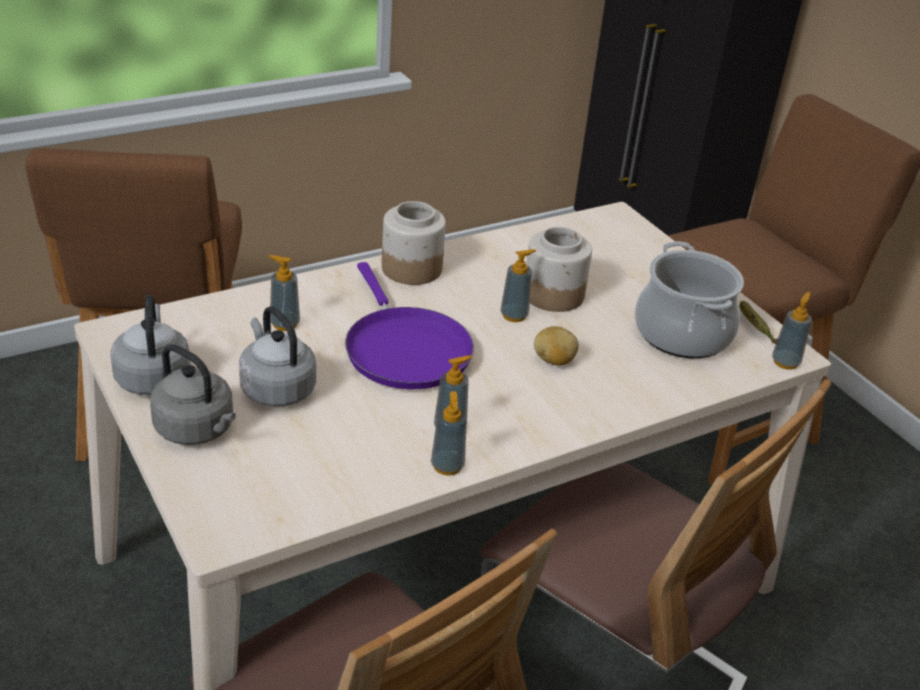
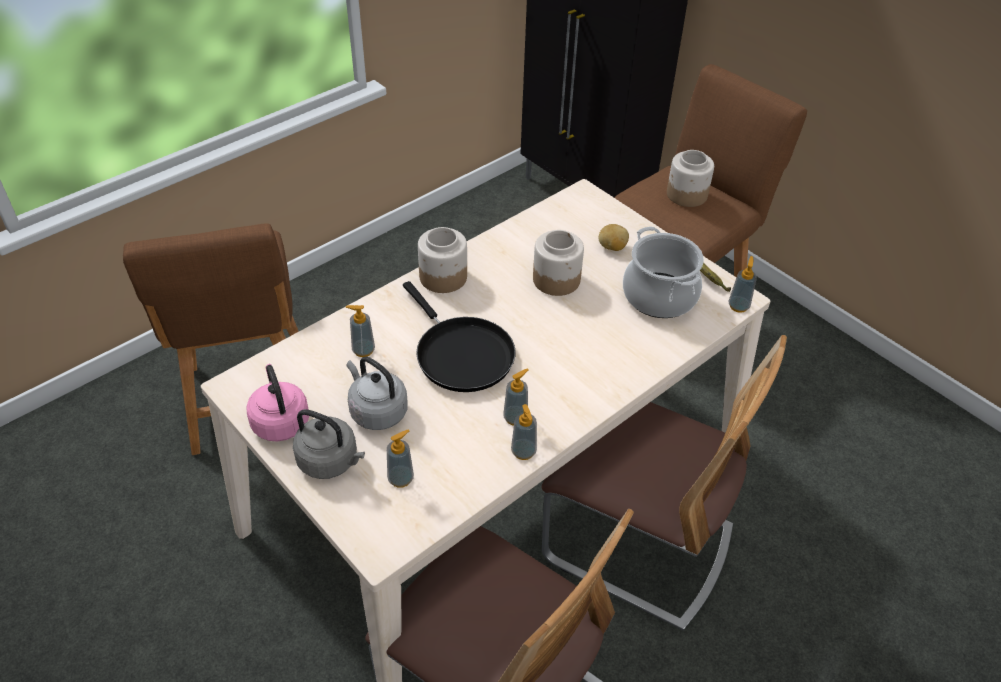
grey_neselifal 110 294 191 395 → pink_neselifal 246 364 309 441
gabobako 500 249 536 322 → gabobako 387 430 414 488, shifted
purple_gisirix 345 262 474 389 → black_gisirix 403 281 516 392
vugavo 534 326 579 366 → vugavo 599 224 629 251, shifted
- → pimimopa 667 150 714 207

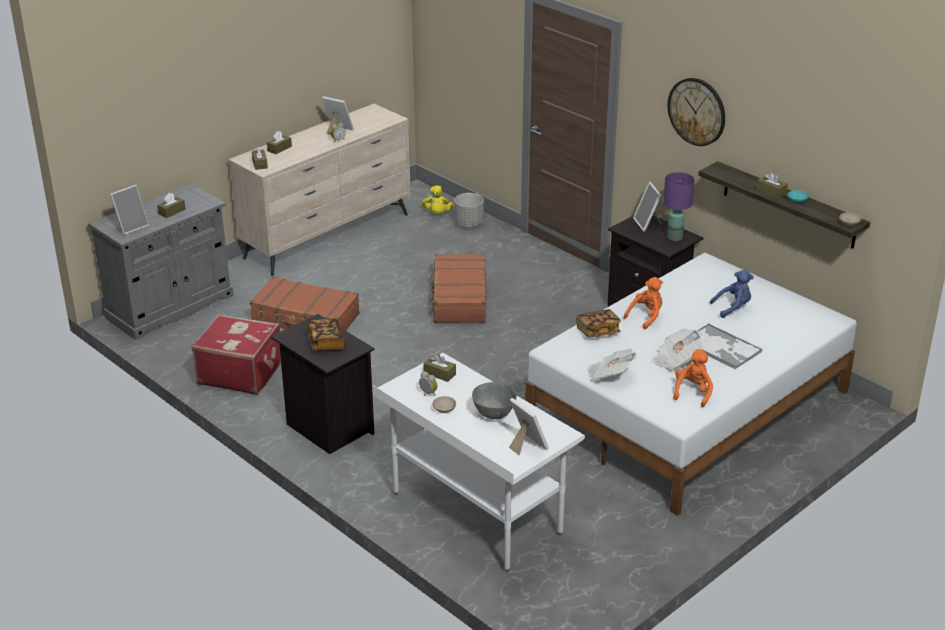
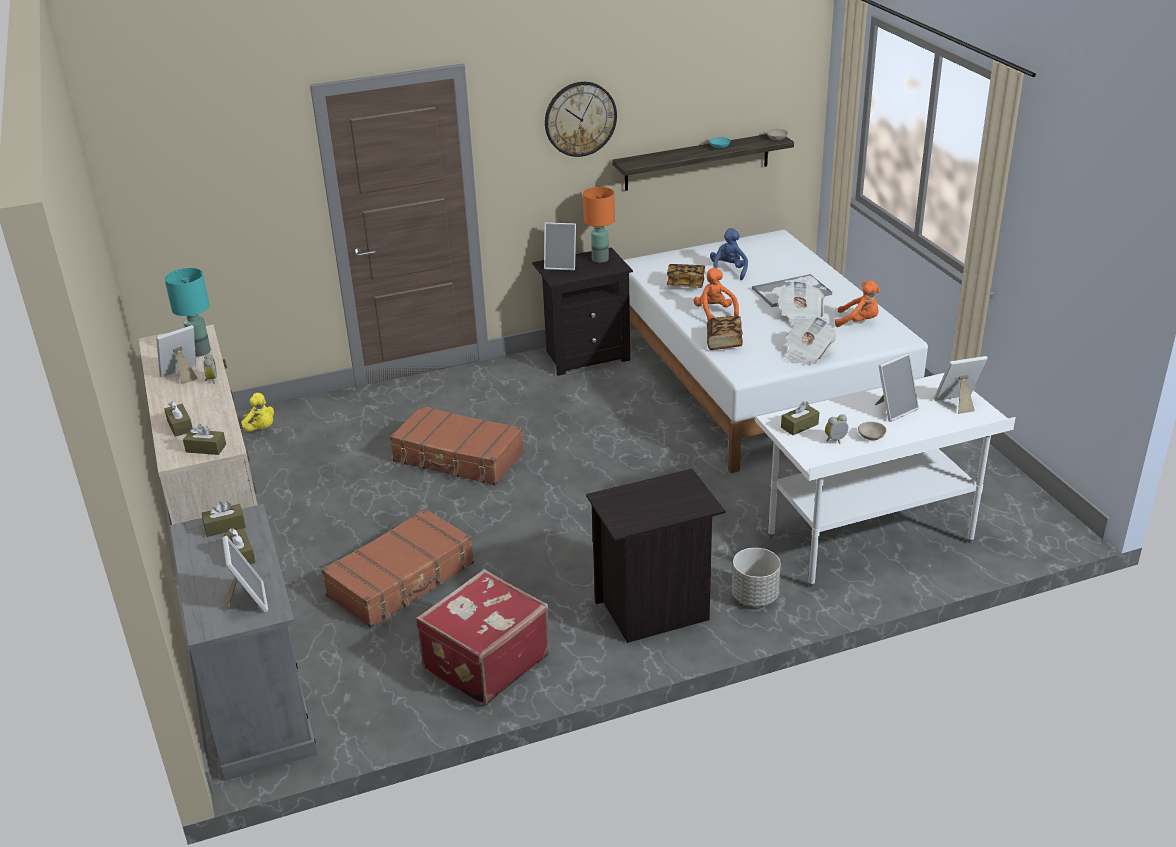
- → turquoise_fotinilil 164 268 211 356
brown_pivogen 757 172 788 199 → brown_pivogen 202 501 246 537, shifted
purple_fotinilil 663 172 694 241 → orange_fotinilil 583 187 615 263
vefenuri 308 319 346 351 → vefenuri 667 264 705 288, shifted
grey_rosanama 454 193 484 227 → grey_rosanama 732 548 781 606, shifted
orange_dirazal 673 349 713 407 → orange_dirazal 835 281 881 327, 150 degrees clockwise
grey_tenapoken 472 382 517 419 → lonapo 875 353 919 422

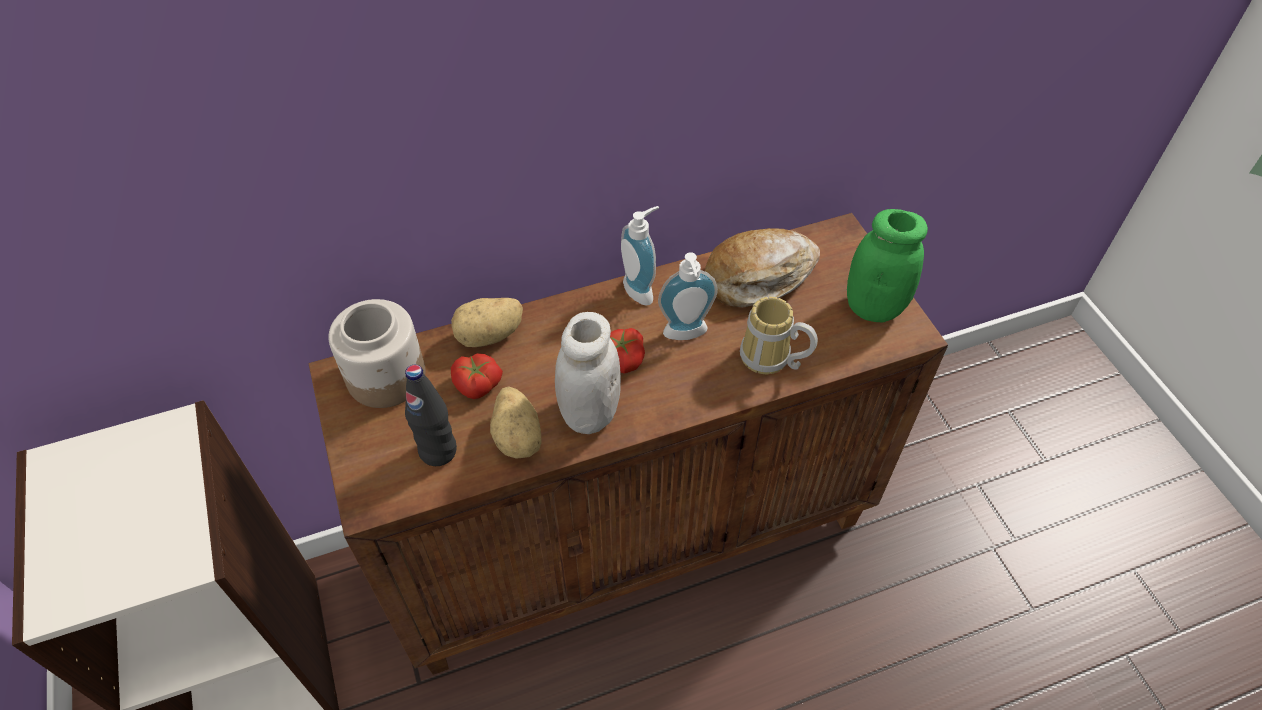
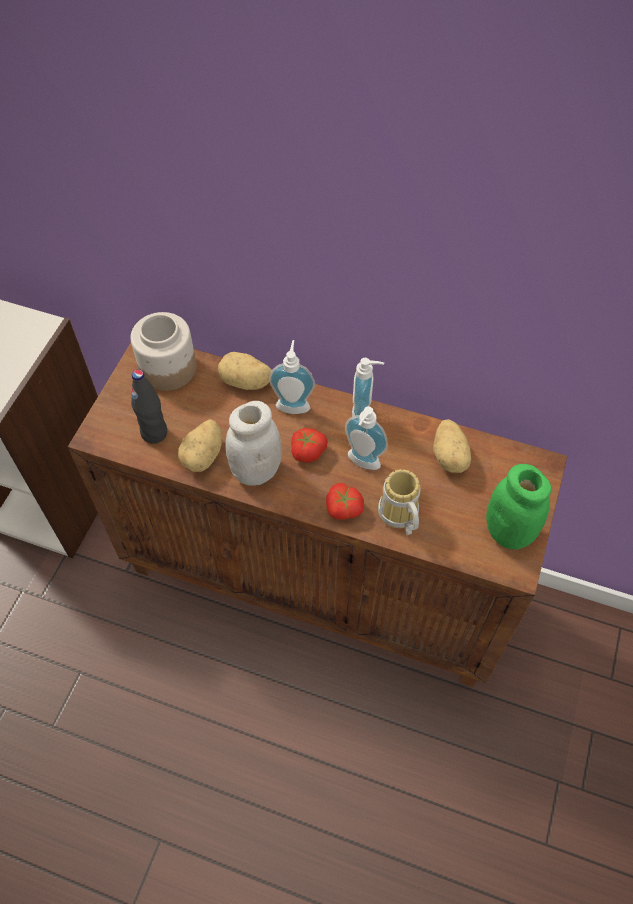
- → gabobako 269 340 315 414
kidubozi 451 353 503 399 → kidubozi 326 483 364 520, shifted
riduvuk 705 228 820 308 → vugavo 433 419 471 473

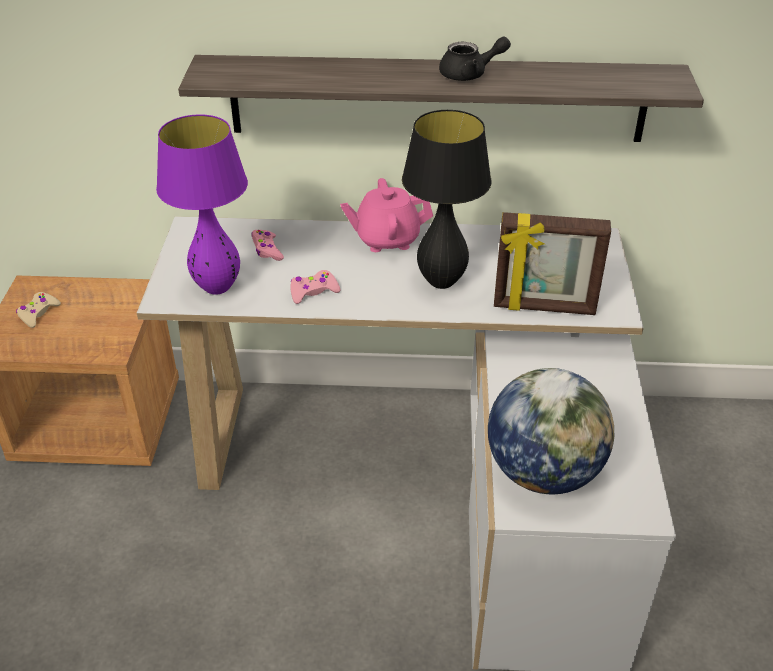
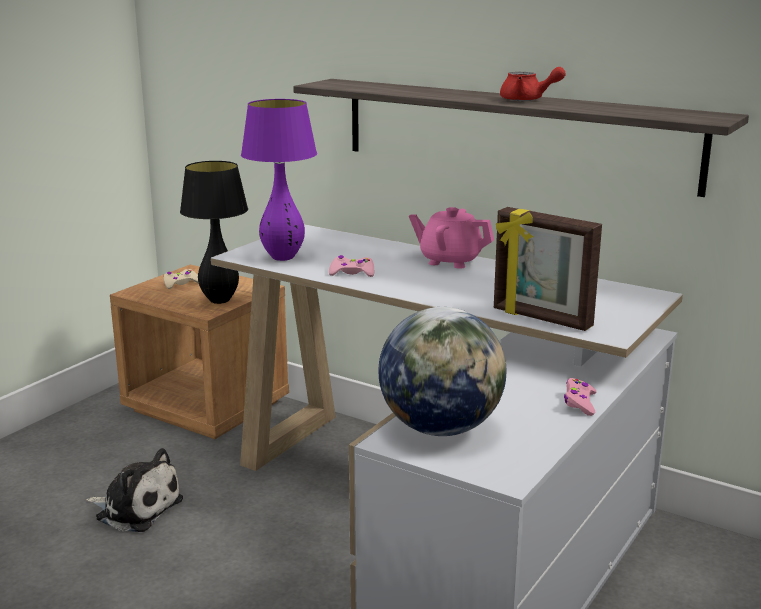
- → dirazal 86 448 183 532
black_fotinilil 402 110 492 289 → black_fotinilil 180 161 248 304, shifted
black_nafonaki 439 36 511 81 → red_nafonaki 500 67 566 101
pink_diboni 252 230 284 261 → pink_diboni 564 378 597 416, shifted

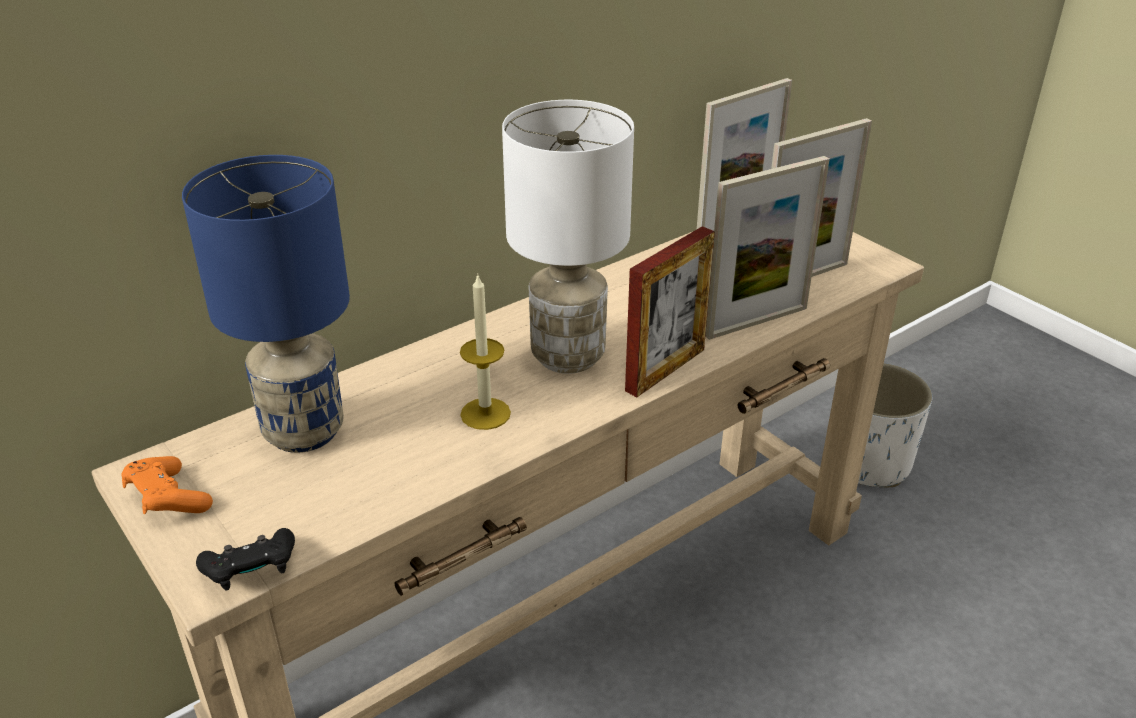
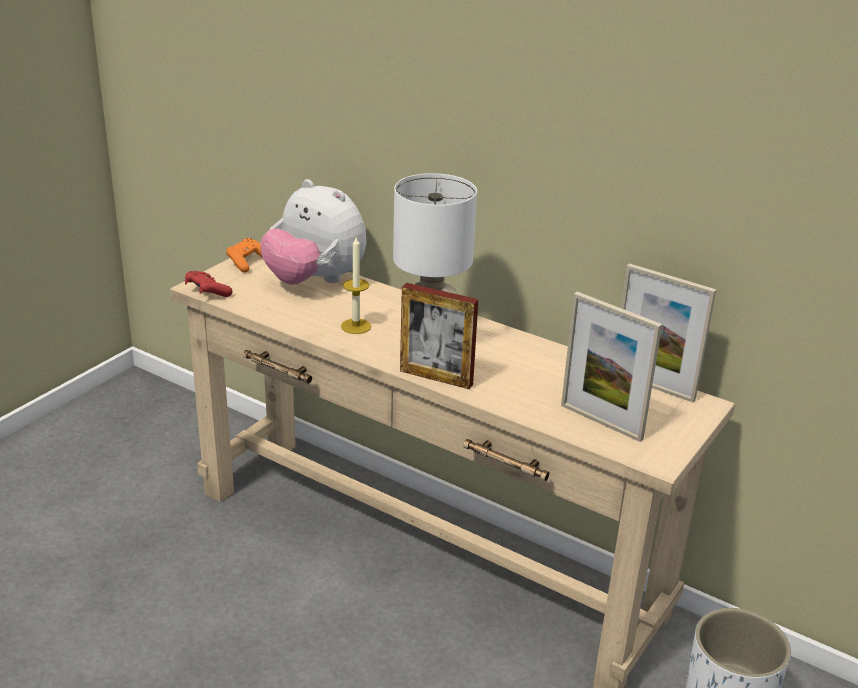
black_diboni 196 528 295 591 → red_diboni 185 271 232 297
blue_fotinilil 182 155 350 453 → dirazal 260 179 366 285
lonapo 705 156 830 340 → -

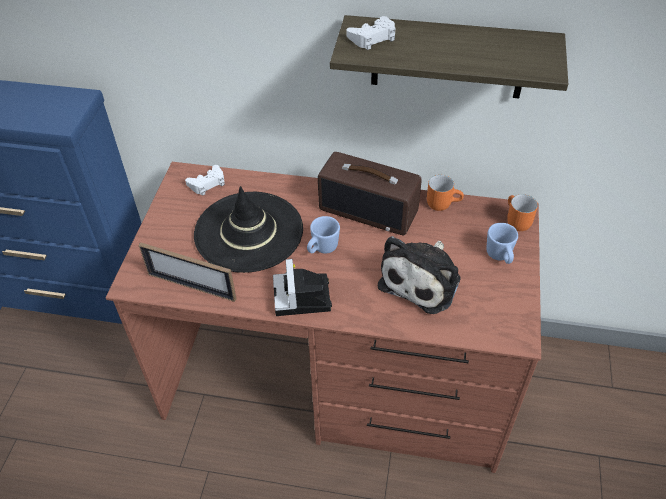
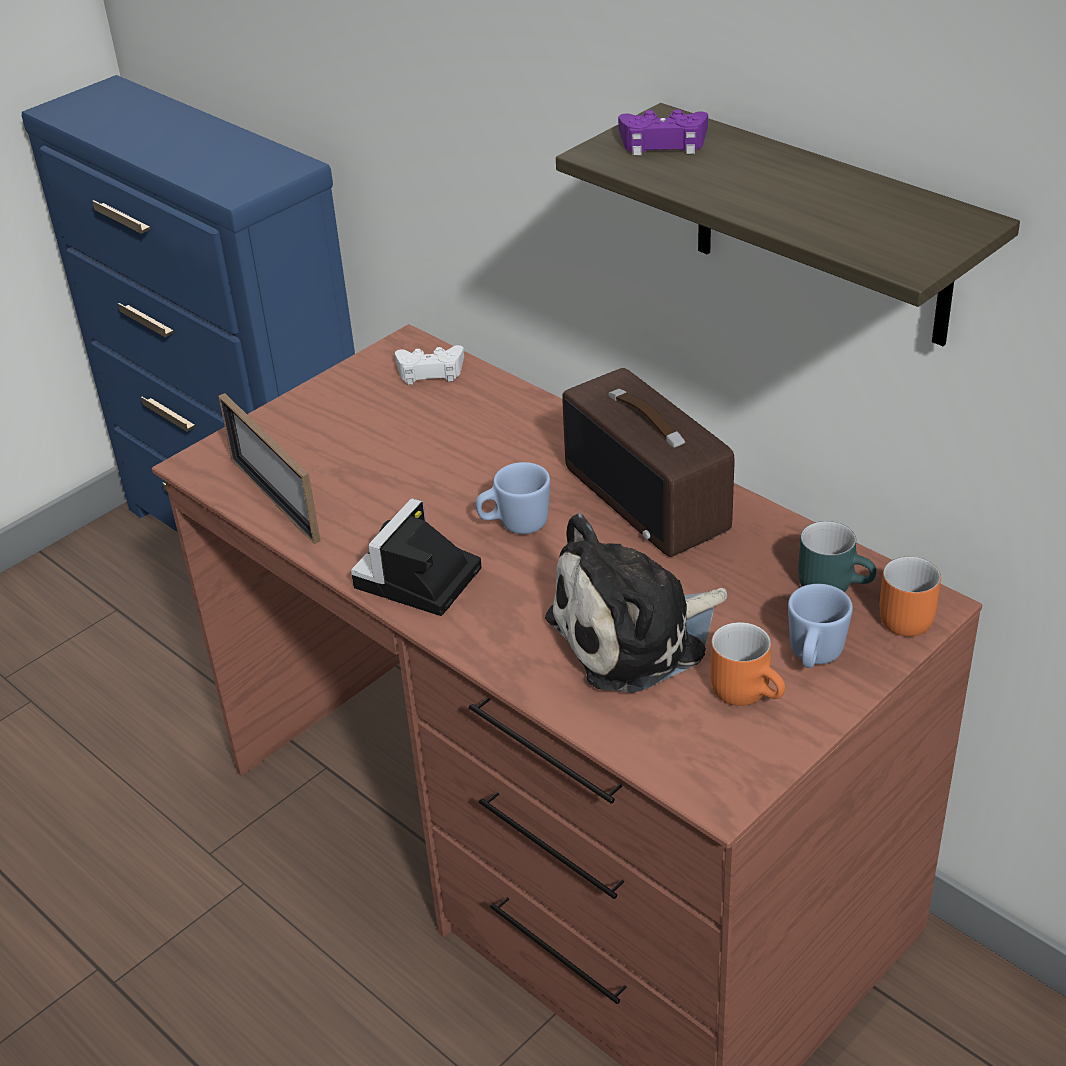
white_diboni 346 16 396 50 → purple_diboni 618 109 708 156
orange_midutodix 427 175 464 211 → orange_midutodix 711 622 785 706, shifted
- → turquoise_midutodix 798 521 876 592
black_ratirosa 194 186 303 273 → -

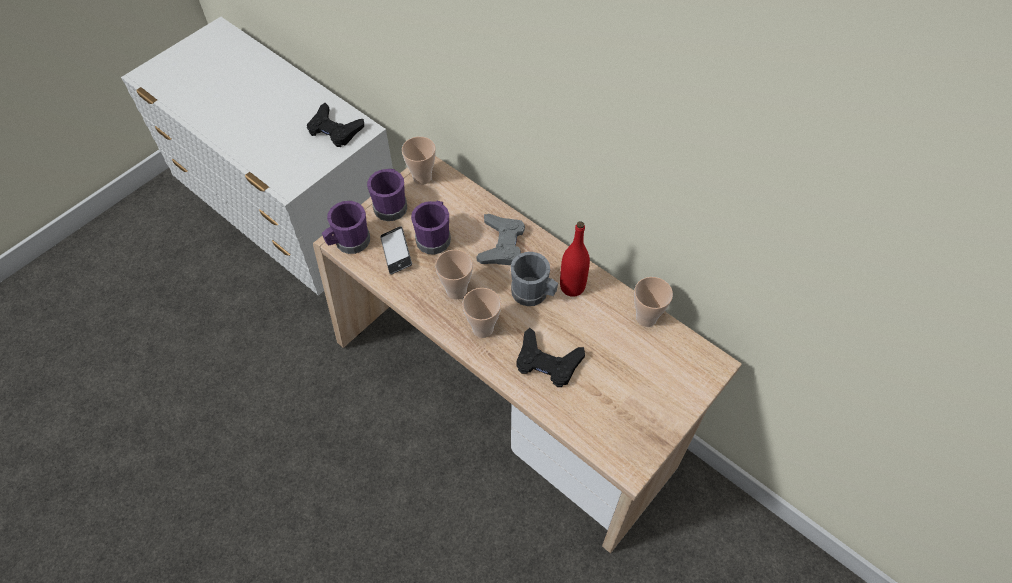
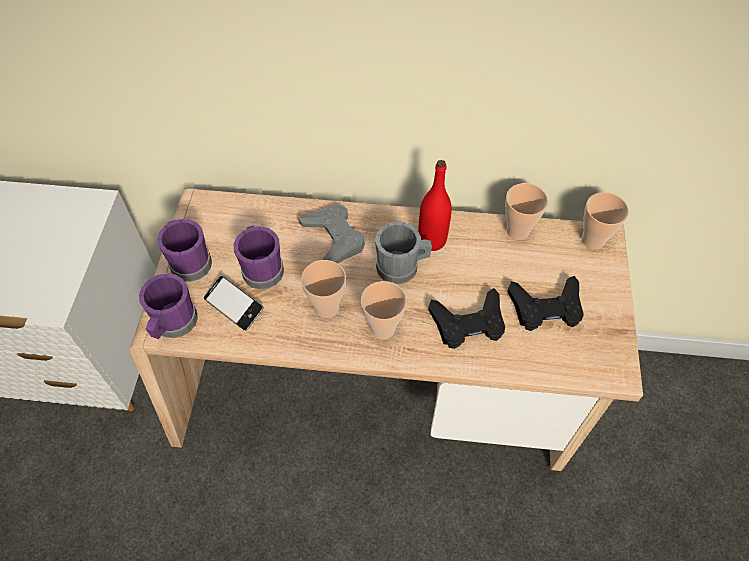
black_diboni 307 103 364 147 → black_diboni 507 276 583 331, shifted
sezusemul 402 137 436 185 → sezusemul 582 192 629 249, shifted

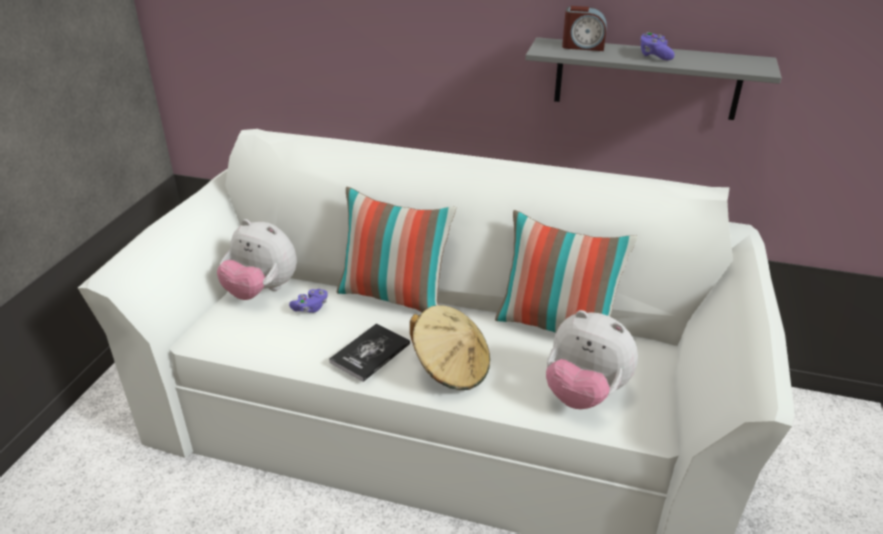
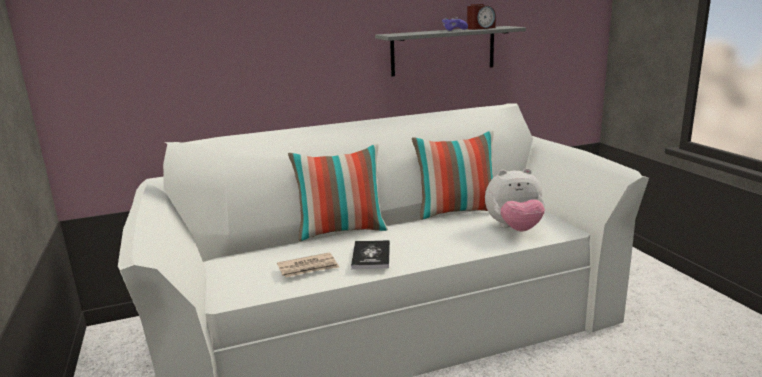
- → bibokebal 277 252 339 278
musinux 562 6 607 51 → musinux 467 4 496 30, shifted
dirazal 217 219 297 300 → -
purple_diboni 289 289 328 313 → -
beige_ratirosa 410 305 490 390 → -

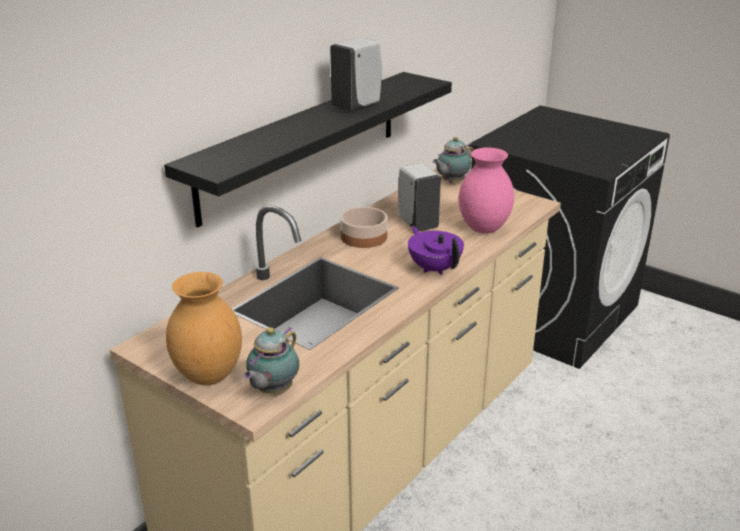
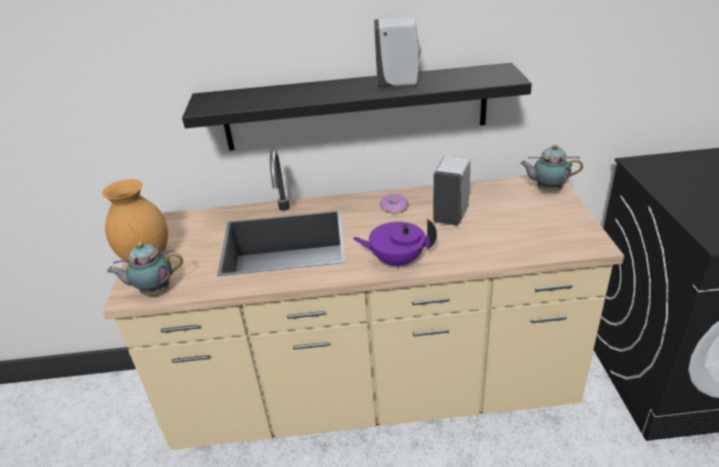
purple_nafonaki 408 226 464 275 → purple_nafonaki 353 219 437 269, 105 degrees counterclockwise
tenapoken 340 207 388 248 → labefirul 380 194 408 214
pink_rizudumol 459 147 514 234 → -

